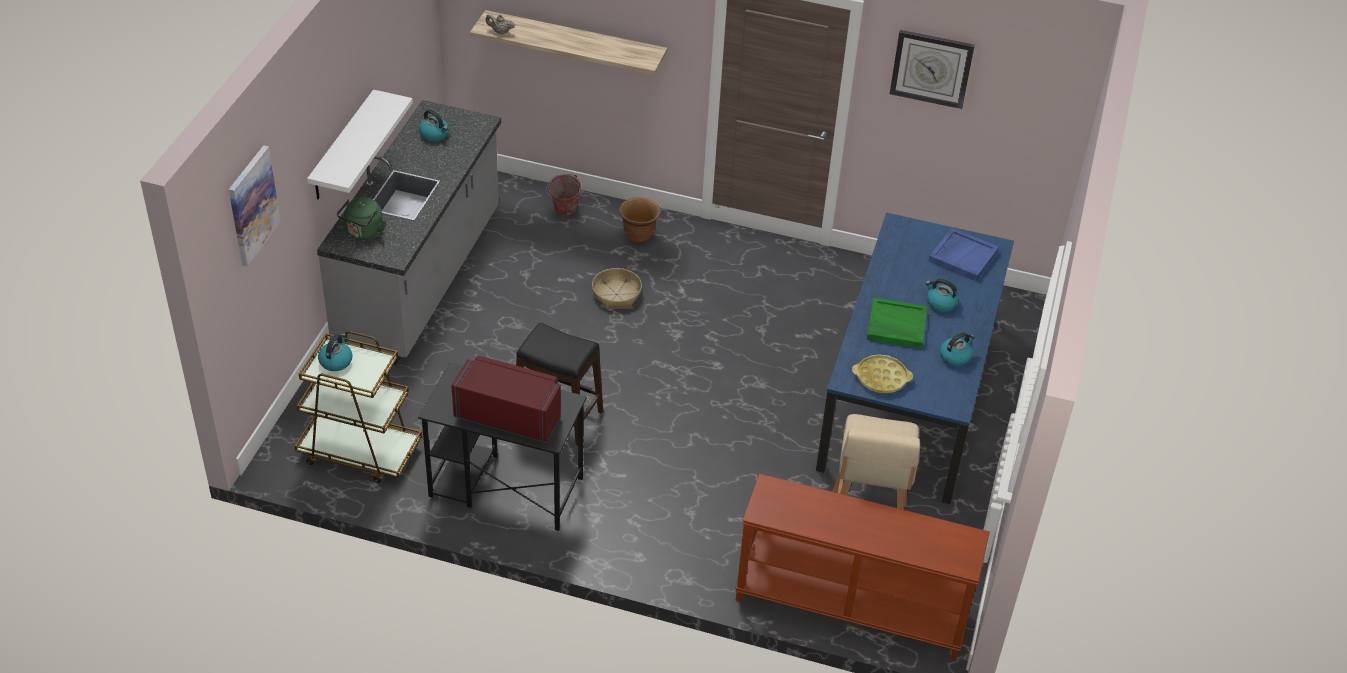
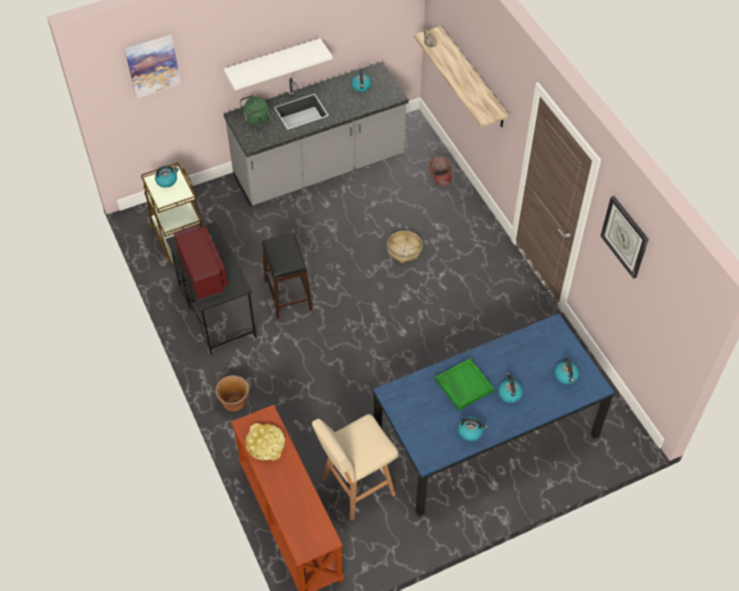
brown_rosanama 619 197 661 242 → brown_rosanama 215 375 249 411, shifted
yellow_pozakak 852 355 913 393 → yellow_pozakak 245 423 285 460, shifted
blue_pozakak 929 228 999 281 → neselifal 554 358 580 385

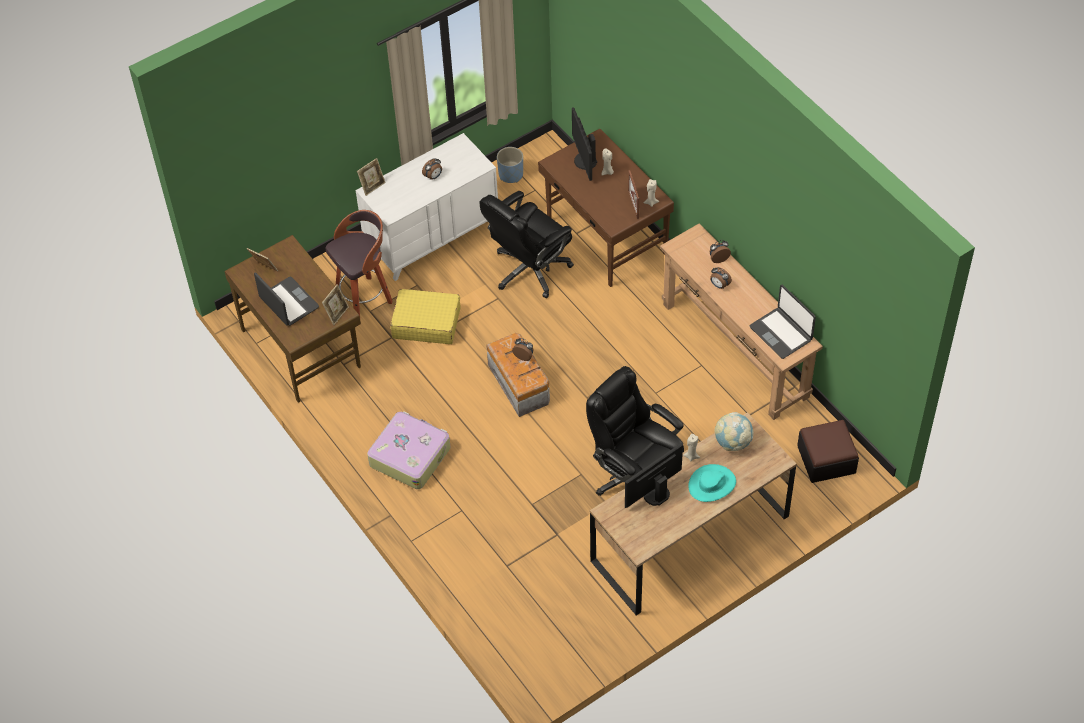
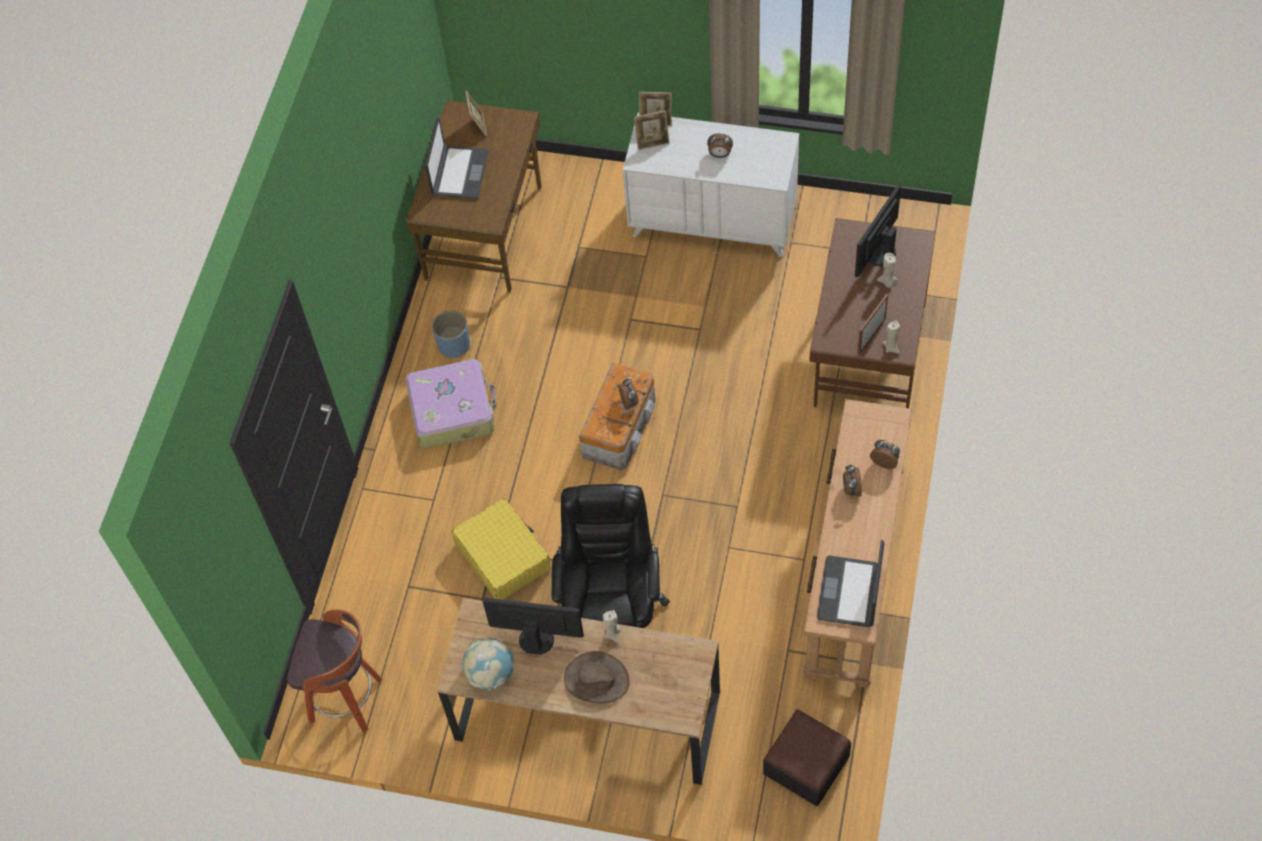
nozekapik 326 210 393 316 → nozekapik 287 609 382 733, shifted
blue_rosanama 497 147 523 183 → blue_rosanama 432 310 470 358, shifted
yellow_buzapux 390 289 461 344 → yellow_buzapux 451 498 551 600, shifted
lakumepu 715 412 754 451 → lakumepu 462 638 515 690, shifted
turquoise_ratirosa 688 464 736 502 → brown_ratirosa 564 651 630 704
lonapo 322 284 349 325 → lonapo 634 110 670 150, shifted
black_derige 480 191 574 298 → -

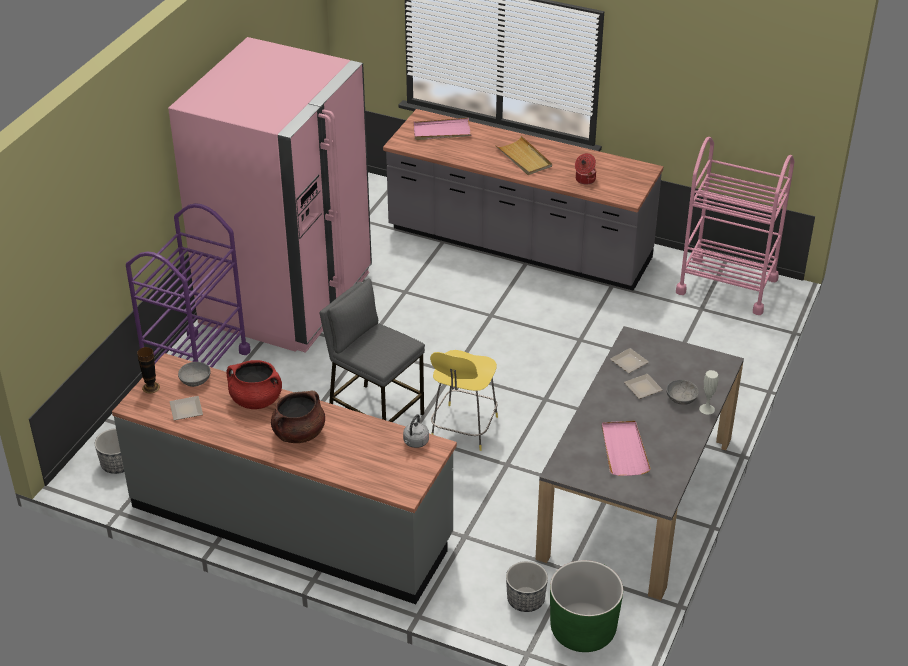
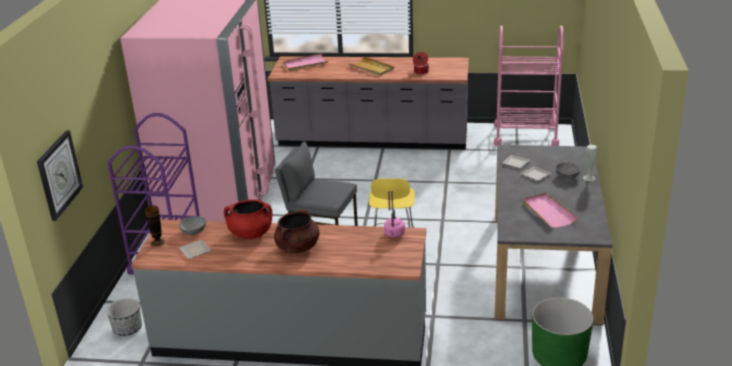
- → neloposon 37 130 83 221
grey_neselifal 403 414 429 448 → pink_neselifal 384 209 405 238
rosanama 506 561 548 612 → -

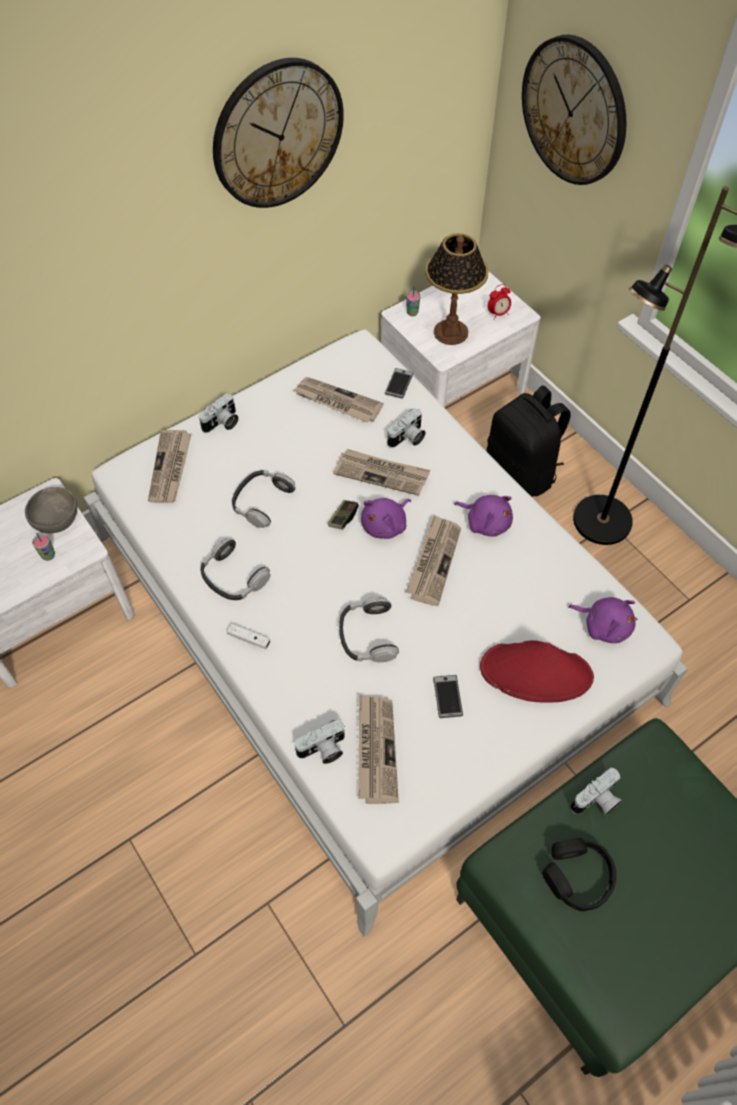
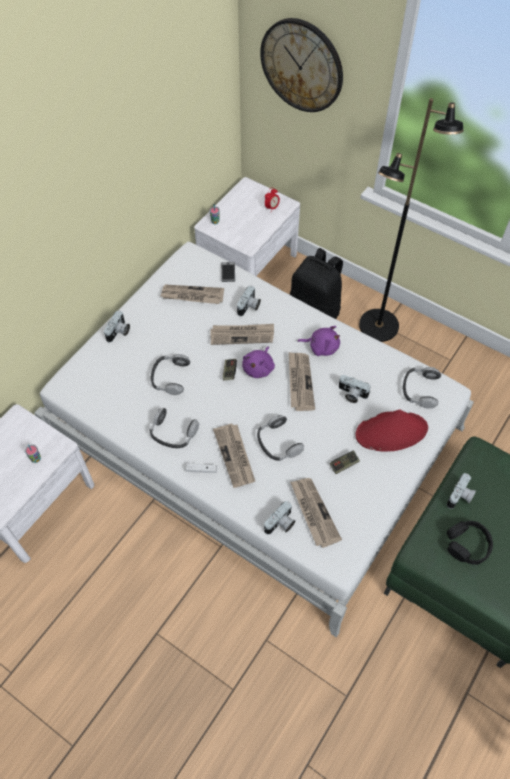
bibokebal 148 430 192 503 → bibokebal 213 423 255 488, shifted
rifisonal 433 675 463 718 → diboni 330 451 360 474
- → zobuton 339 375 371 403
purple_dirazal 568 597 637 643 → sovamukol 403 367 441 409
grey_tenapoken 25 487 77 533 → -
neloposon 213 58 344 208 → -
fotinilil 425 233 488 345 → -

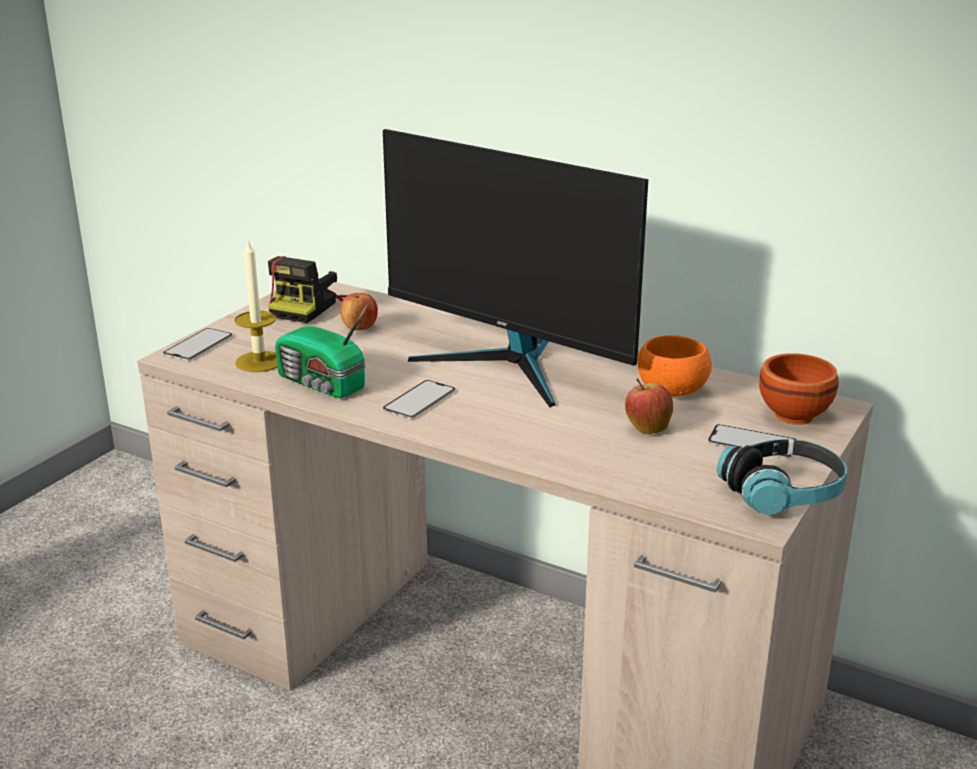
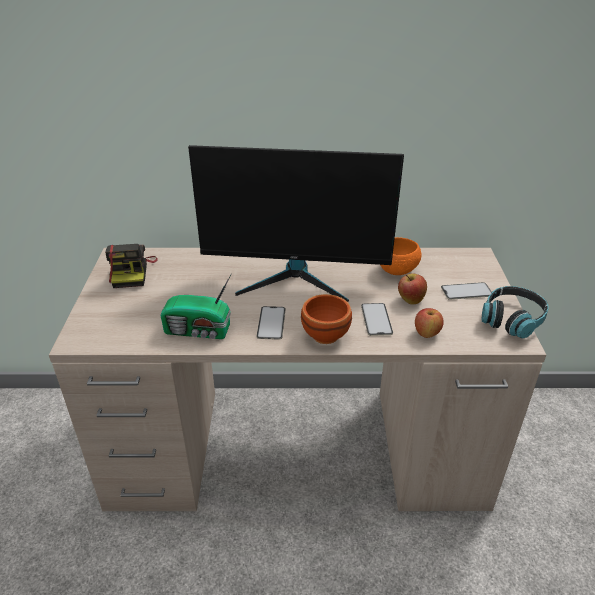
brown_tenapoken 759 353 839 425 → brown_tenapoken 301 294 352 344, shifted
rifisonal 163 328 232 361 → rifisonal 361 303 393 336, shifted
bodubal 340 293 378 330 → bodubal 415 308 444 338, shifted
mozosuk 234 239 277 372 → -

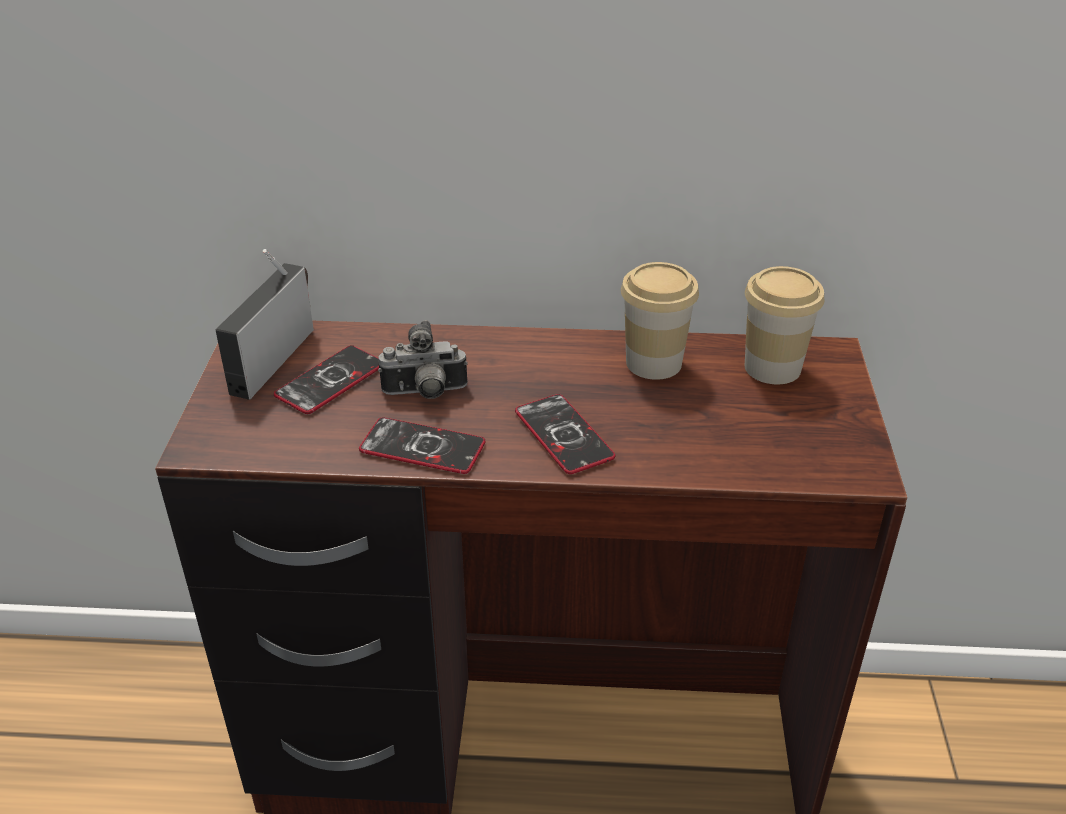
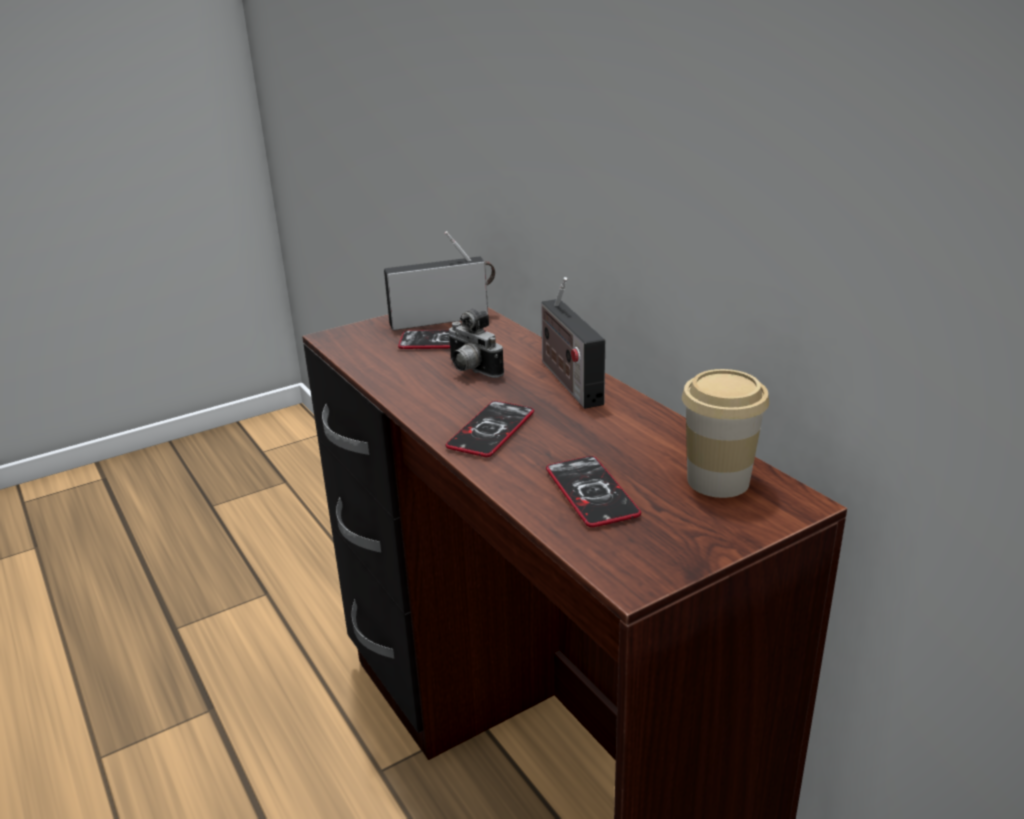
- → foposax 541 277 605 409
rifisonal 359 417 486 474 → rifisonal 546 456 641 527, shifted
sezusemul 621 262 699 380 → -

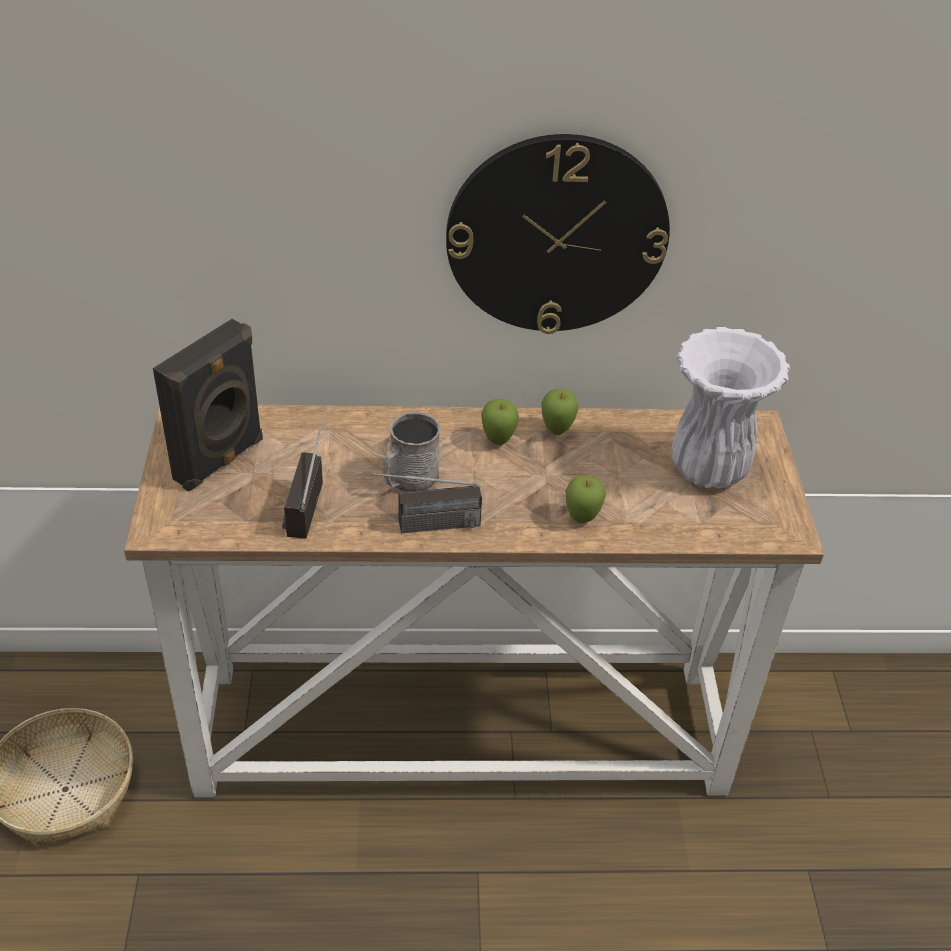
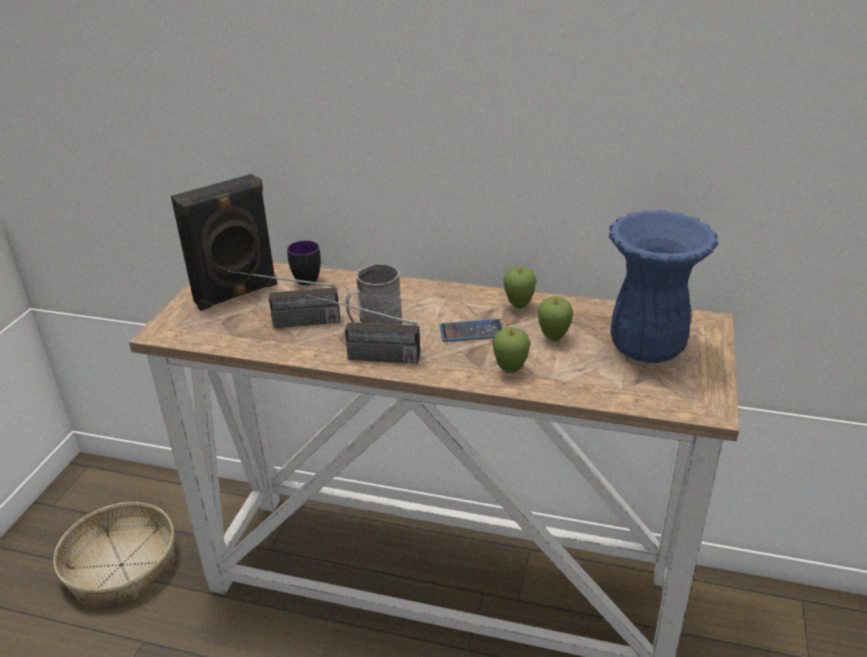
foposax 282 402 327 539 → foposax 228 271 340 328, 120 degrees counterclockwise
- → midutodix 287 240 321 285
- → rifisonal 439 319 503 342
bodubal 481 399 519 445 → bodubal 538 296 573 341, shifted
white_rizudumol 672 327 790 488 → blue_rizudumol 609 210 718 363
neloposon 446 134 670 334 → -

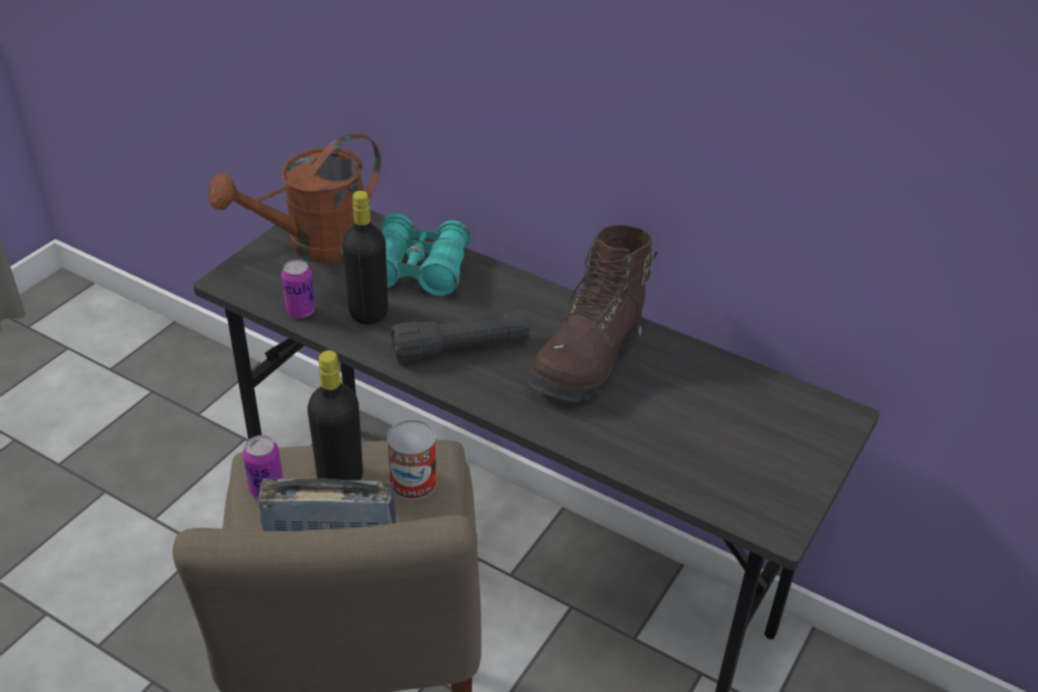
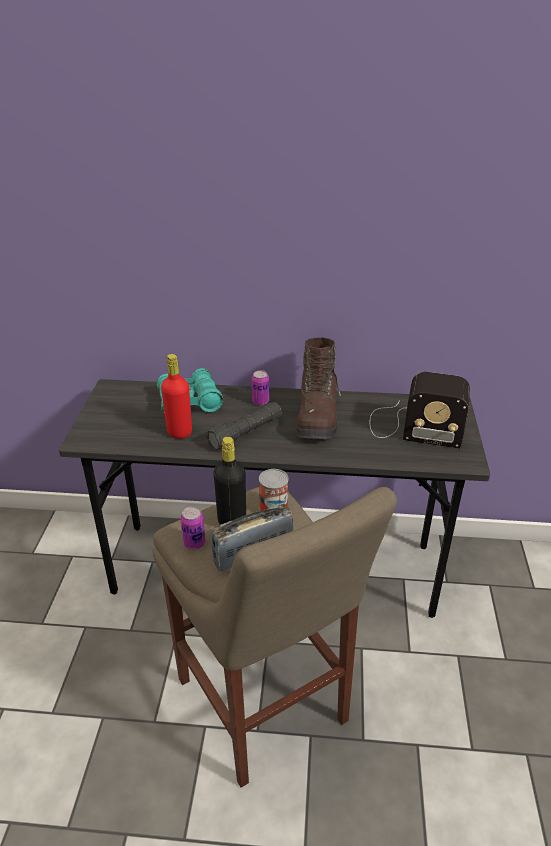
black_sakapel 342 191 388 325 → red_sakapel 161 354 192 439
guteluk 281 260 315 318 → guteluk 252 370 269 405, shifted
- → foposax 369 372 470 449
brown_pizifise 208 132 381 263 → -

